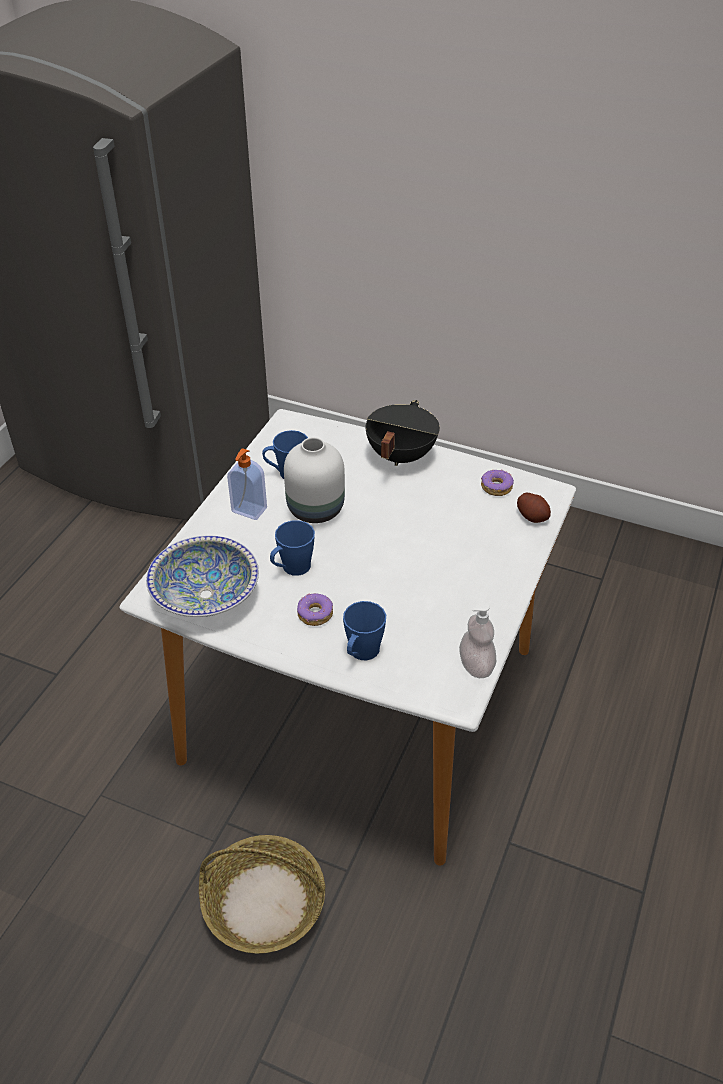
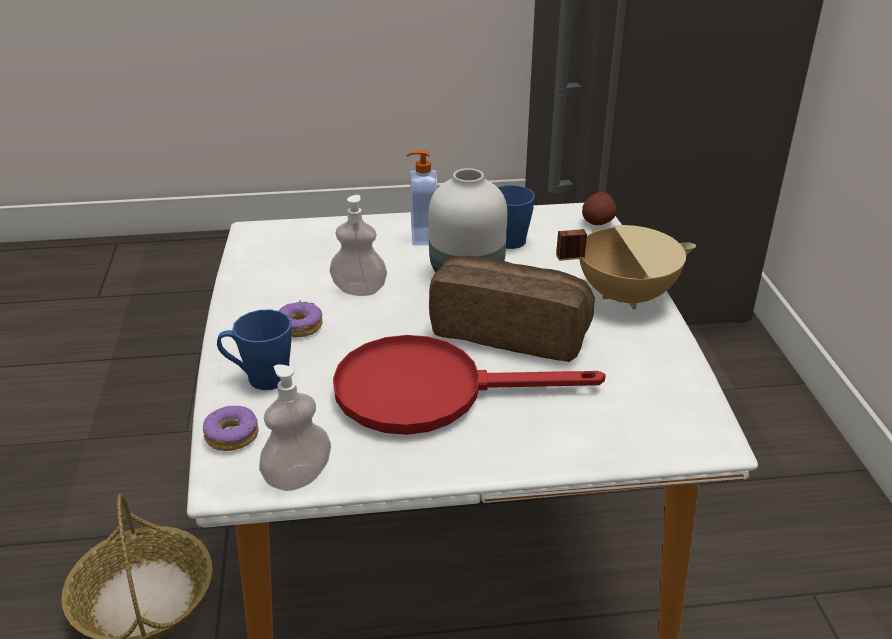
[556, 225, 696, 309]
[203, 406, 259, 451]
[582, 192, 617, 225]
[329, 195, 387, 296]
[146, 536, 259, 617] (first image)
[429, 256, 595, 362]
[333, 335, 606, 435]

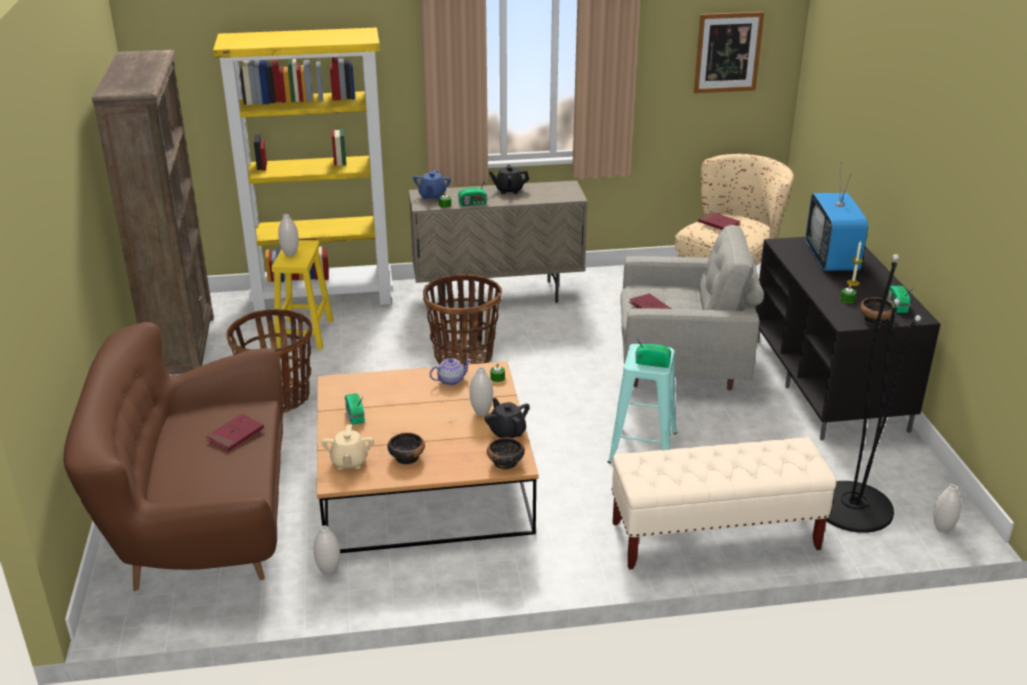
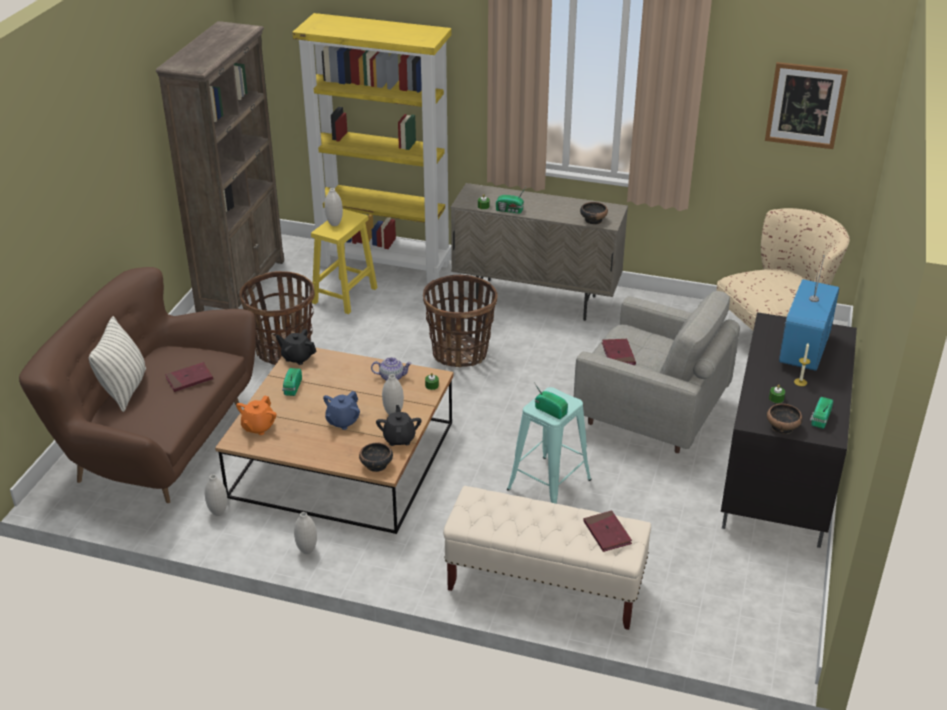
[276, 329, 316, 365]
[323, 391, 360, 430]
[583, 510, 632, 552]
[826, 254, 921, 533] (first image)
[236, 396, 277, 435]
[580, 202, 608, 224]
[294, 512, 317, 554]
[88, 316, 146, 412]

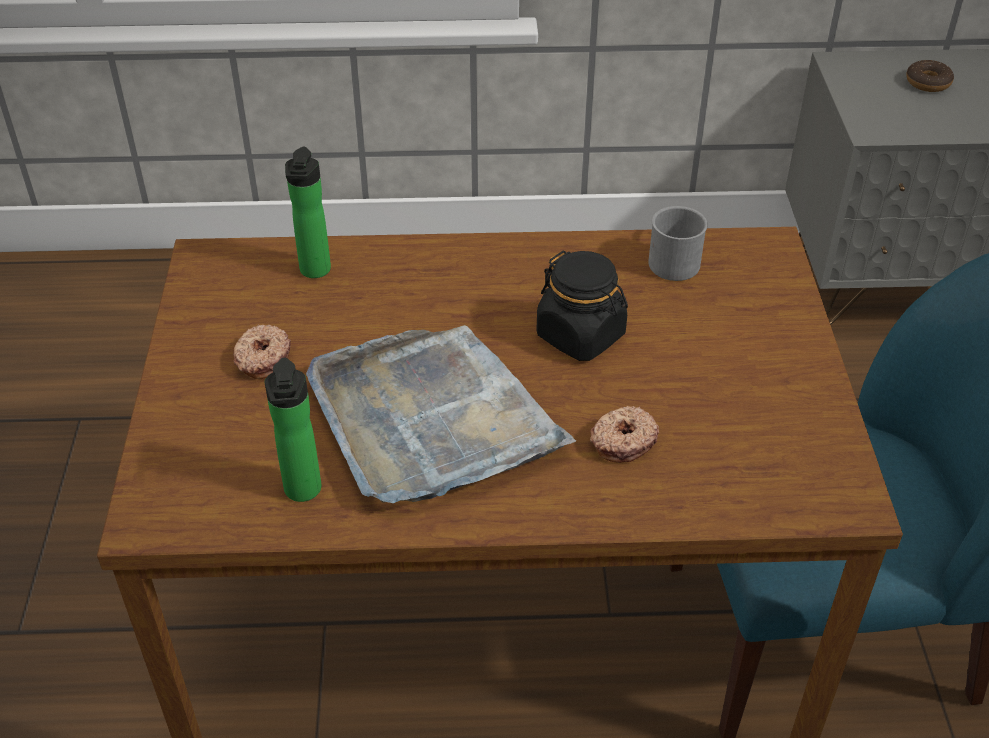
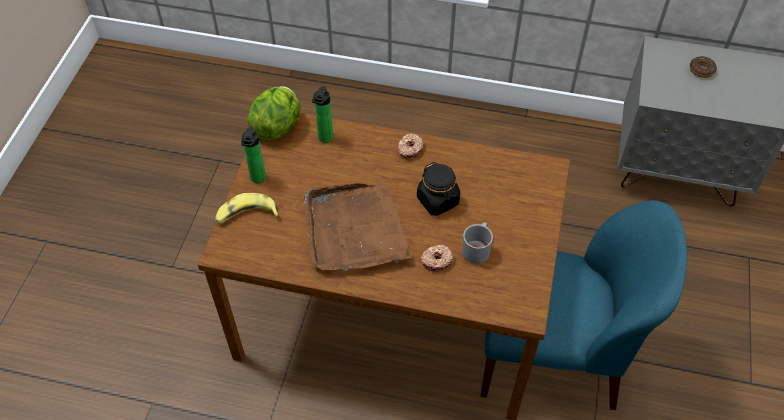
[462, 222, 493, 264]
[397, 133, 424, 159]
[304, 183, 413, 271]
[241, 126, 266, 183]
[247, 86, 300, 140]
[215, 193, 279, 225]

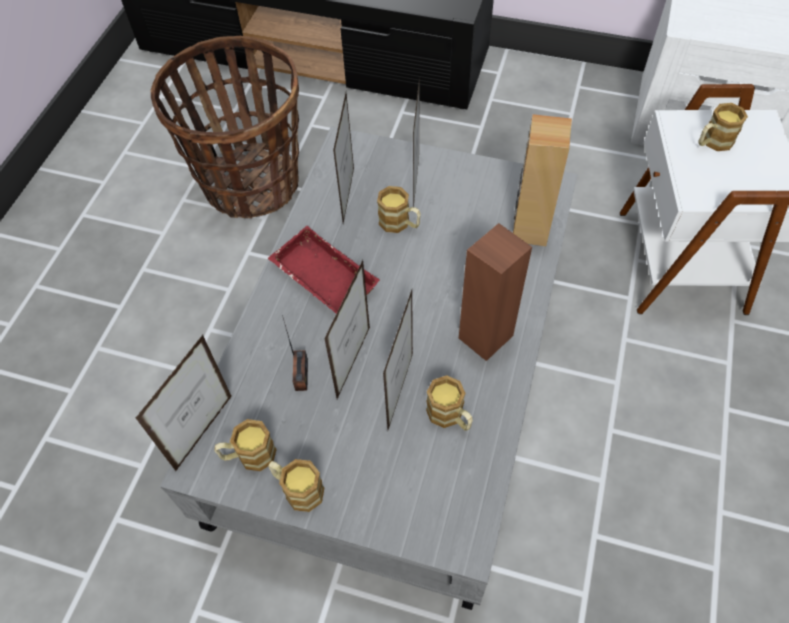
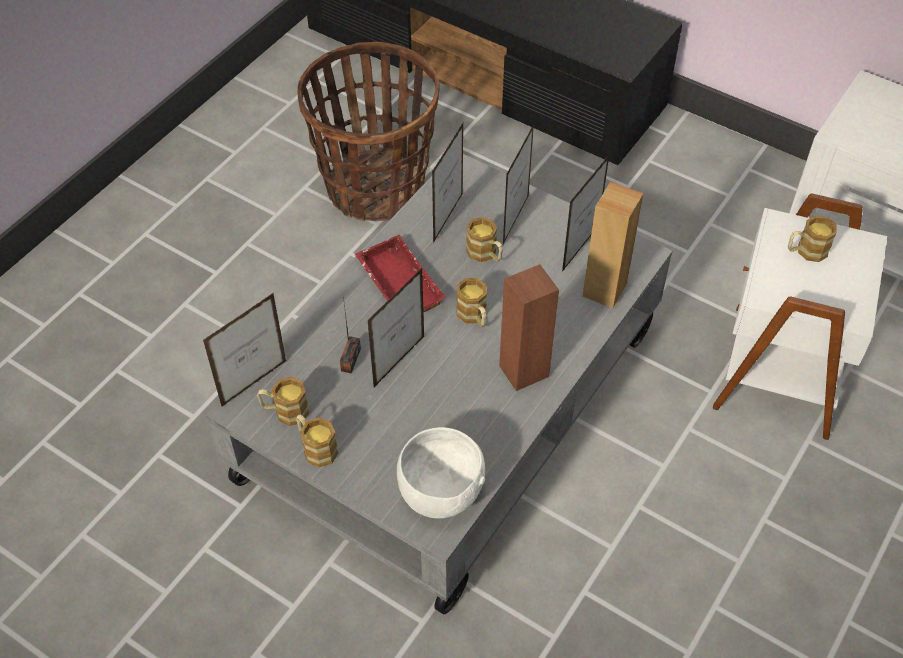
[562, 154, 610, 272]
[456, 278, 487, 327]
[397, 427, 485, 519]

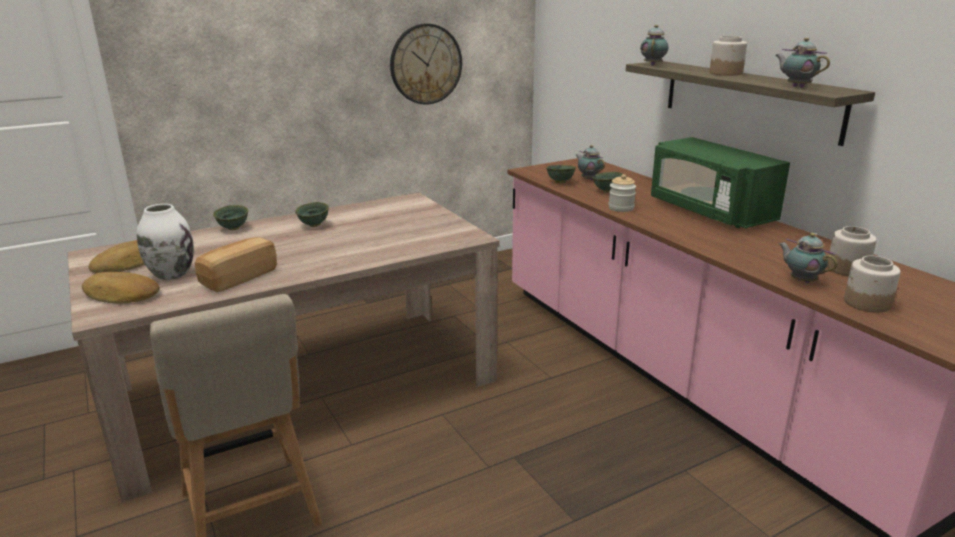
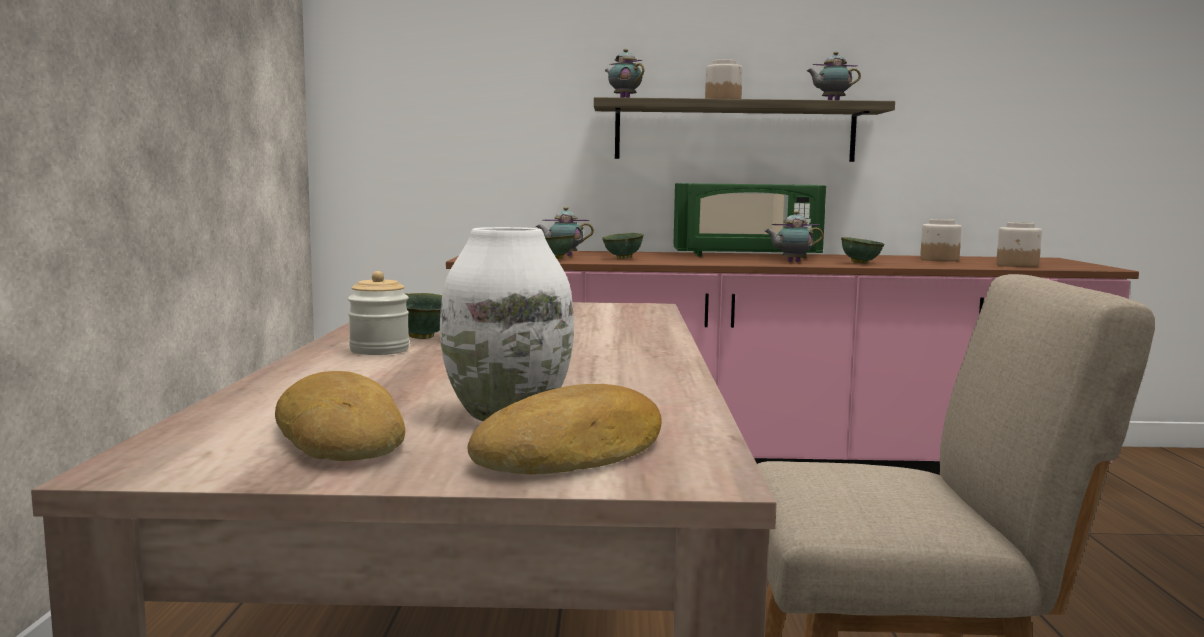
[390, 23, 462, 105] (first image)
[348, 271, 409, 355]
[841, 237, 885, 264]
[764, 211, 823, 262]
[195, 237, 277, 292] (first image)

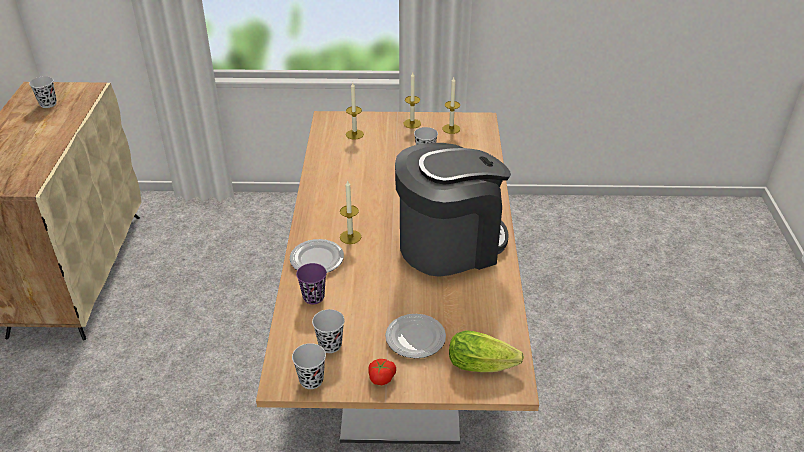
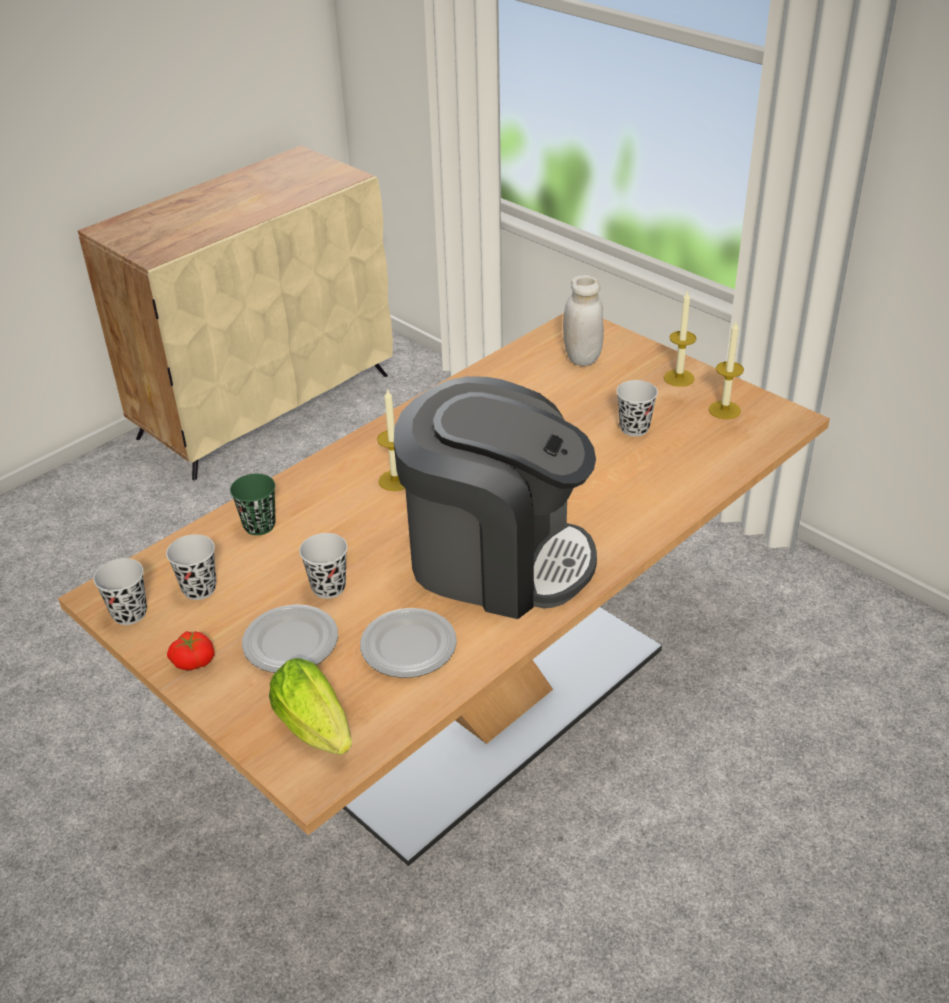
[299, 533, 347, 599]
[563, 275, 604, 366]
[360, 608, 457, 678]
[230, 474, 276, 535]

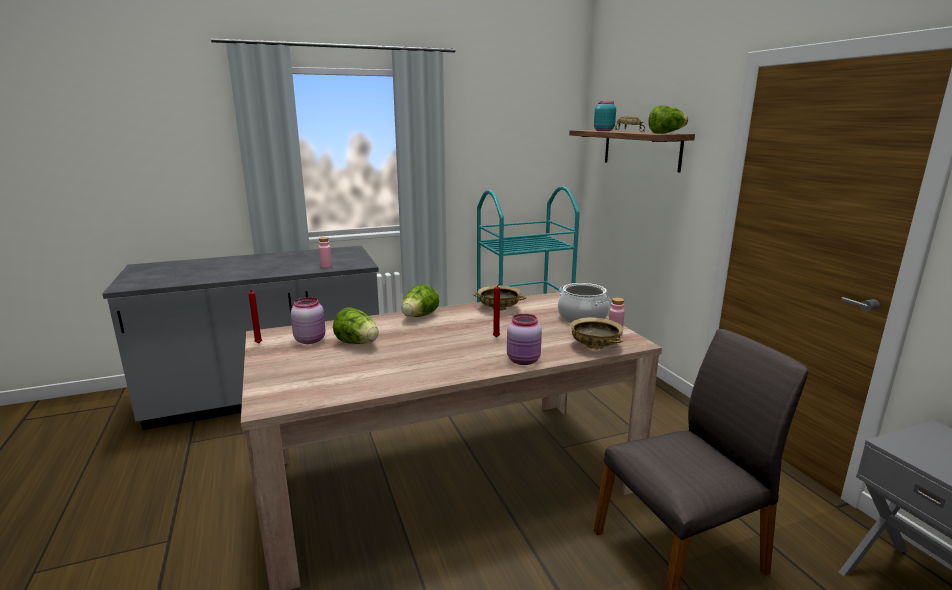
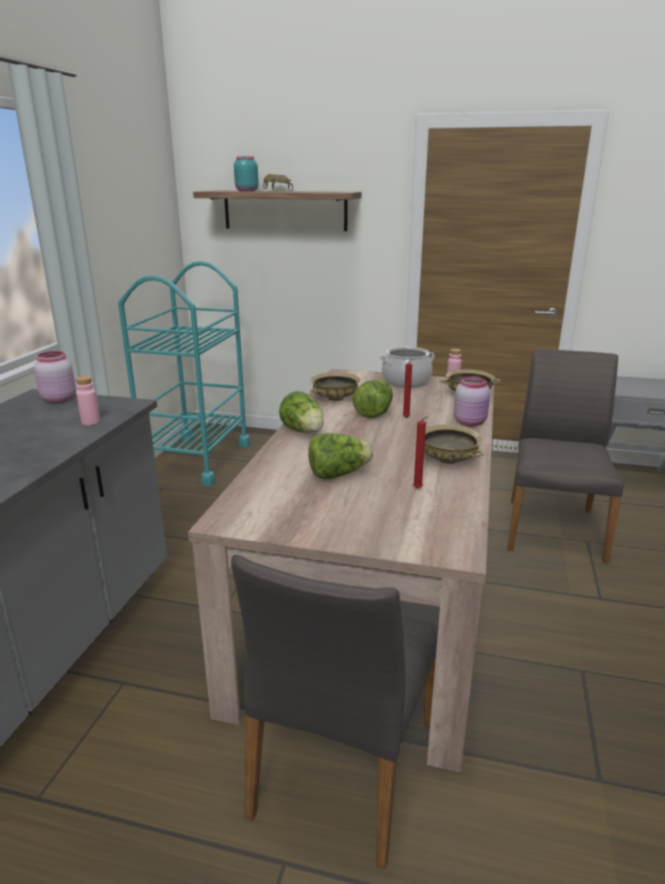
[352, 379, 393, 418]
[413, 417, 428, 489]
[34, 351, 76, 403]
[424, 424, 484, 464]
[231, 554, 438, 869]

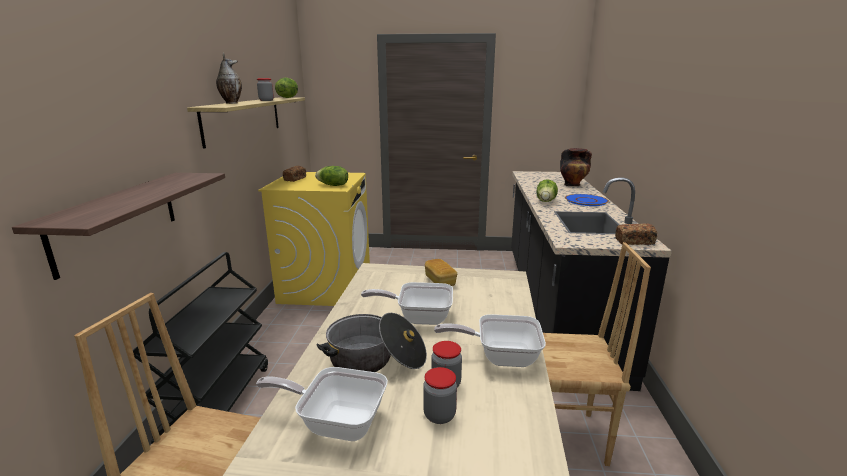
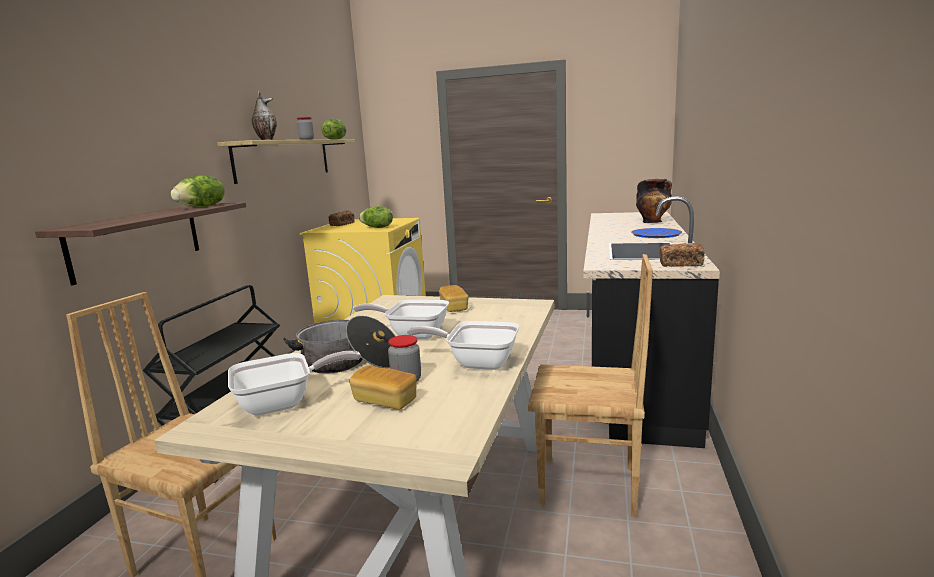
[171, 175, 225, 207]
[228, 351, 361, 415]
[349, 365, 417, 410]

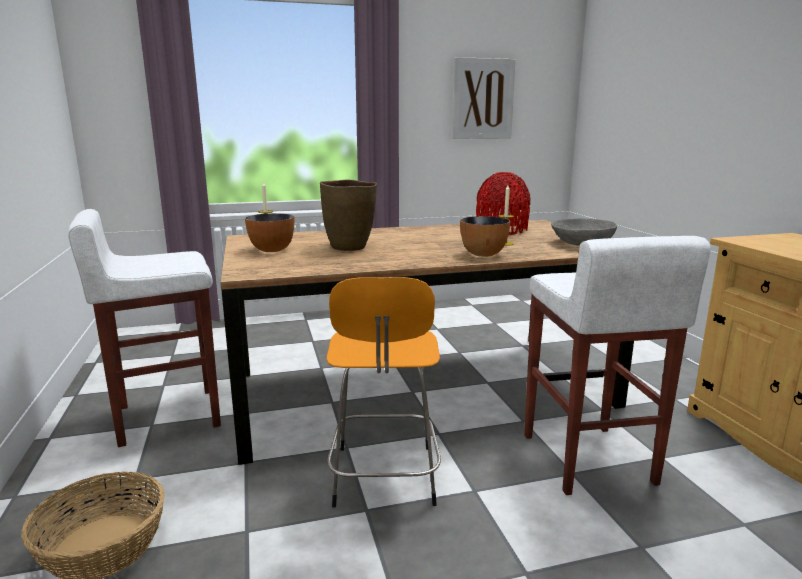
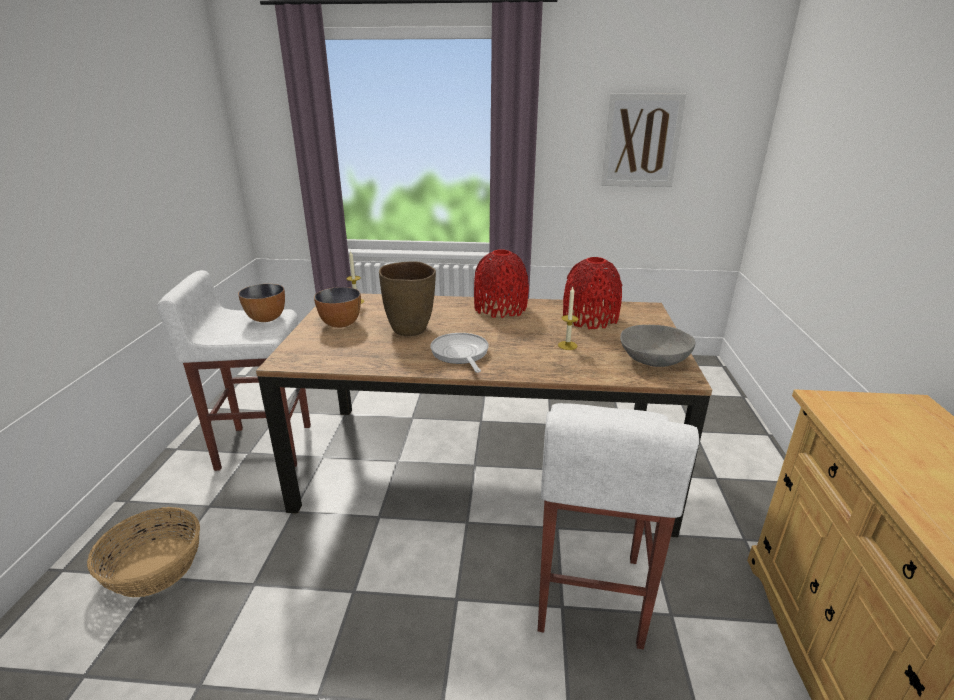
[238, 284, 285, 322]
[326, 277, 441, 508] (first image)
[474, 249, 529, 318]
[430, 333, 489, 373]

